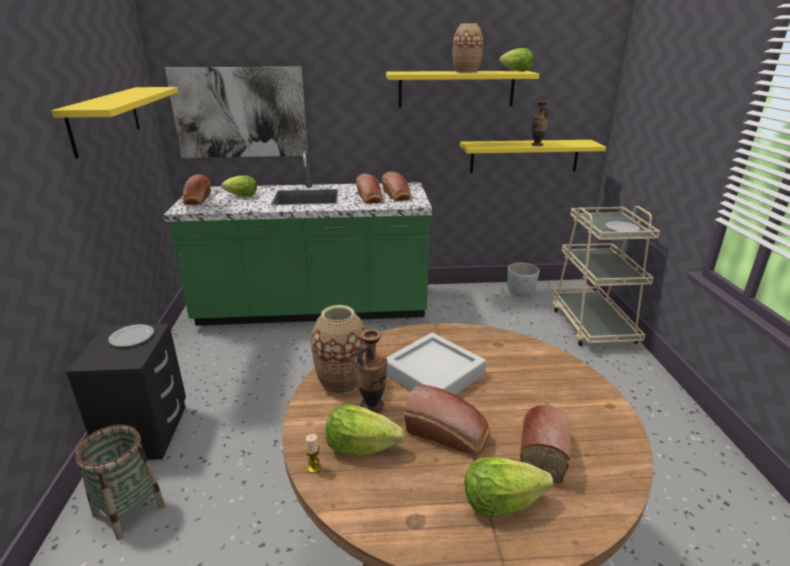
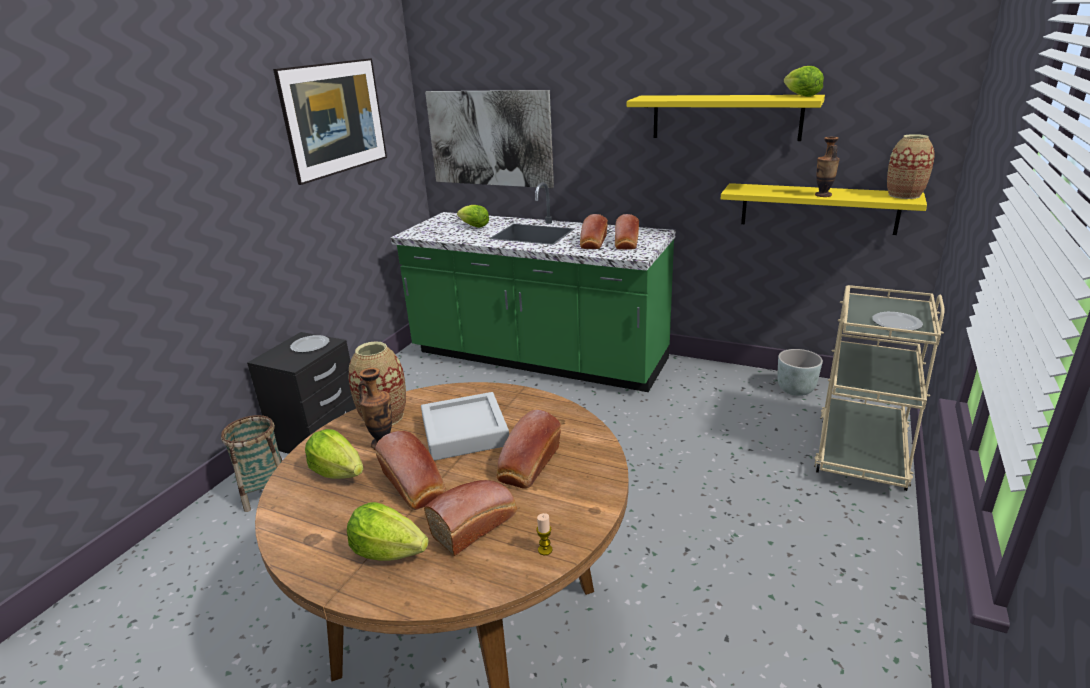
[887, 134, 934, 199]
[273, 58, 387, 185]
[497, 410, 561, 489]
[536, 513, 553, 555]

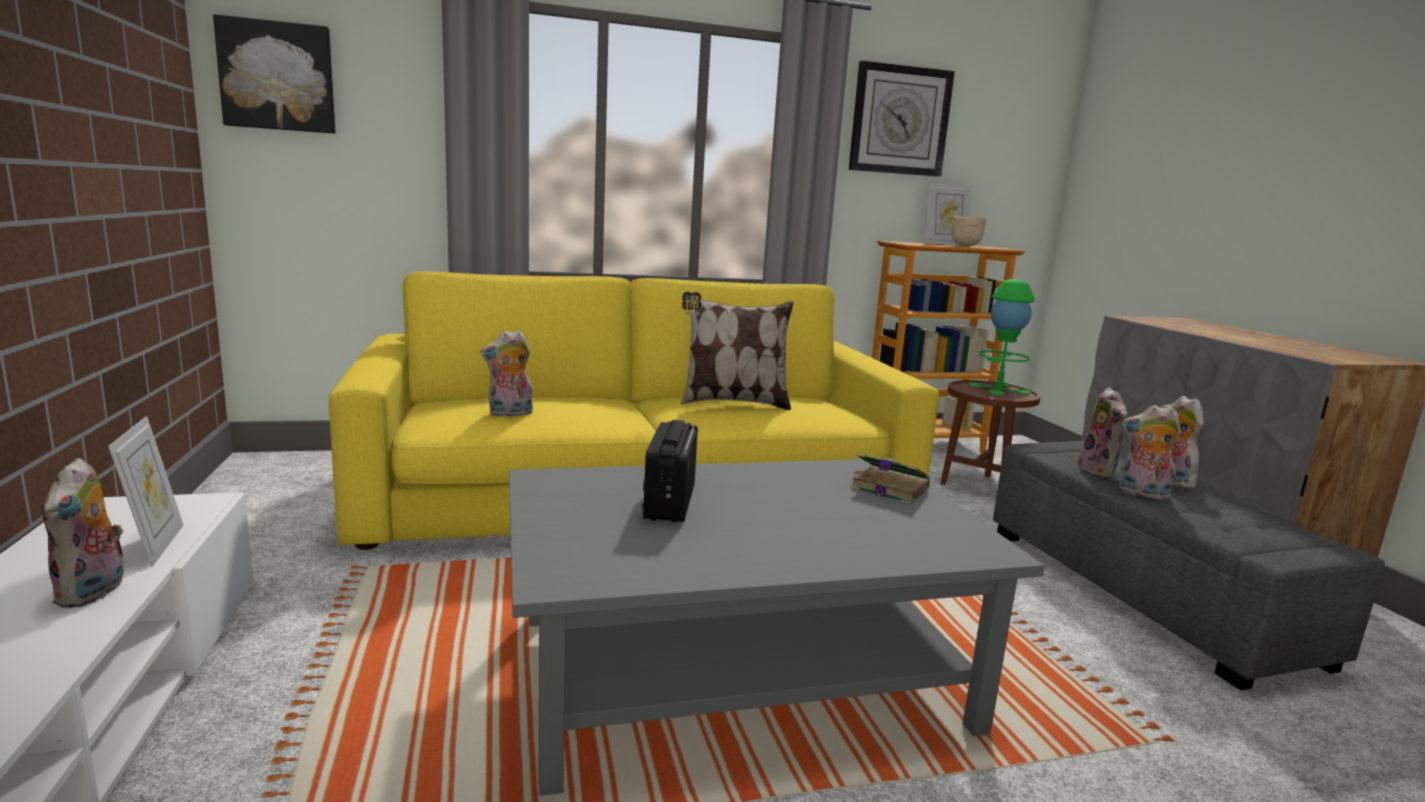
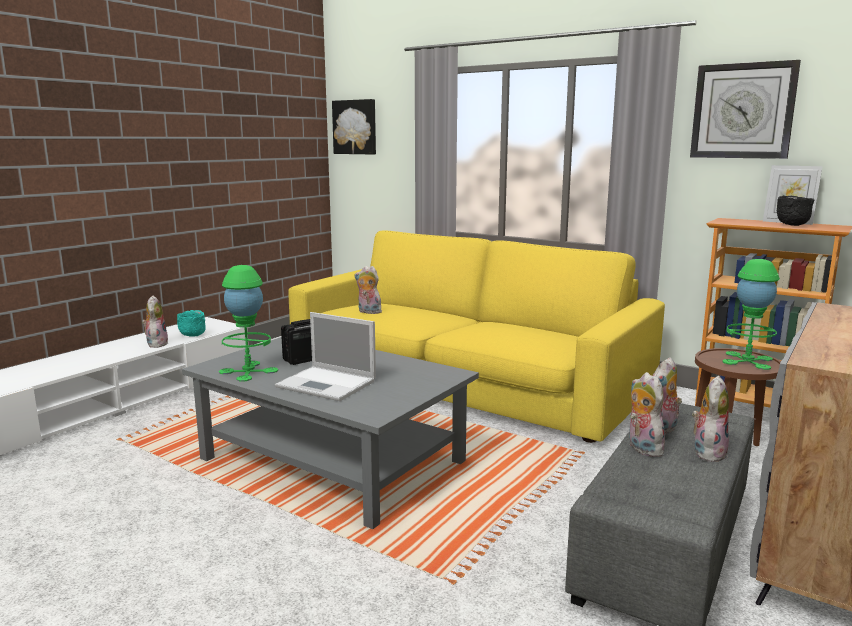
[777, 196, 815, 226]
[681, 291, 793, 410] (first image)
[177, 310, 206, 337]
[850, 453, 930, 504] (first image)
[142, 295, 168, 348]
[219, 265, 278, 382]
[275, 312, 376, 401]

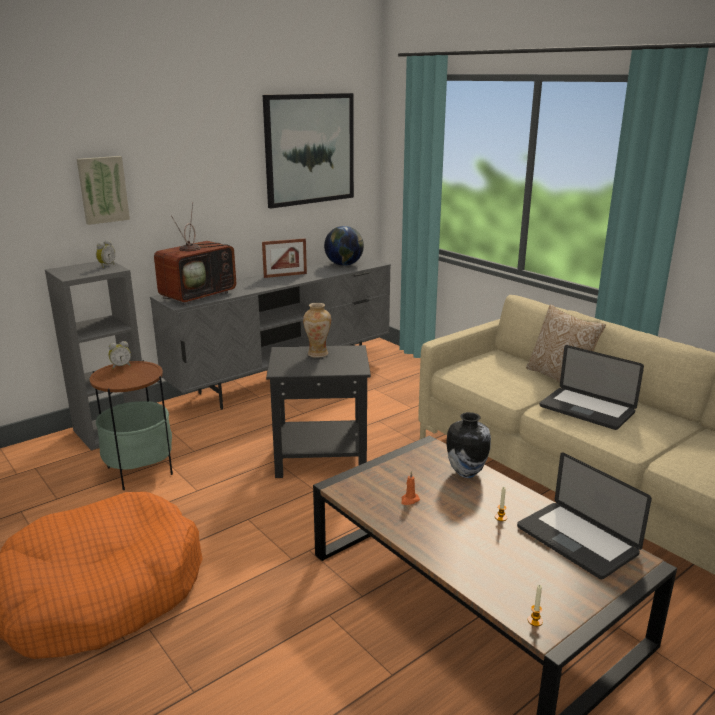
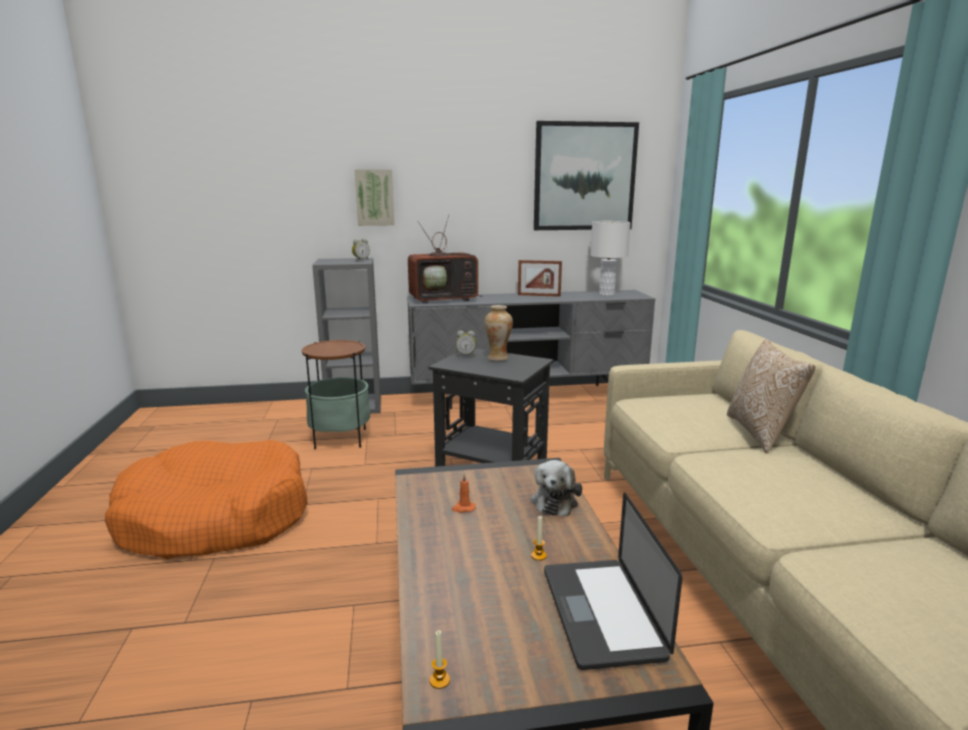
[590, 221, 631, 296]
[456, 331, 476, 356]
[539, 345, 644, 430] (first image)
[531, 460, 582, 516]

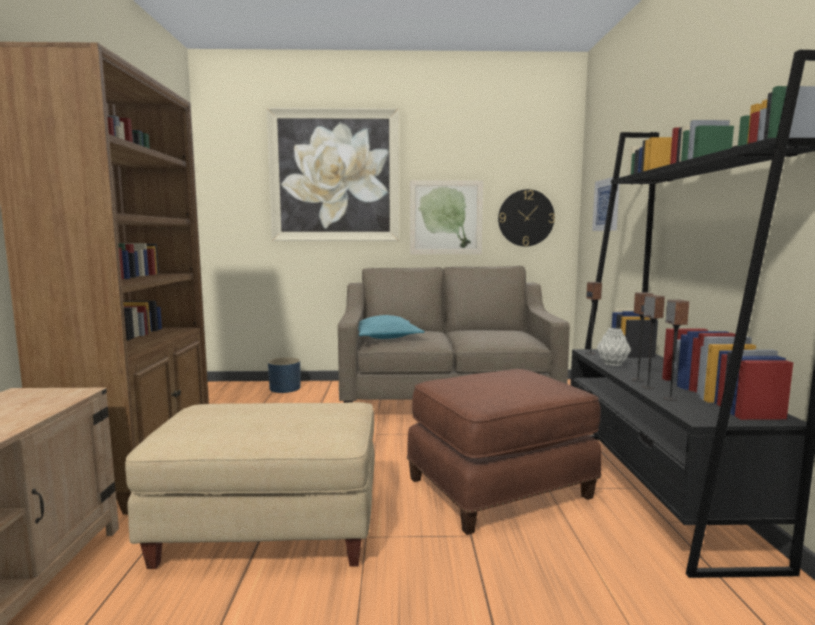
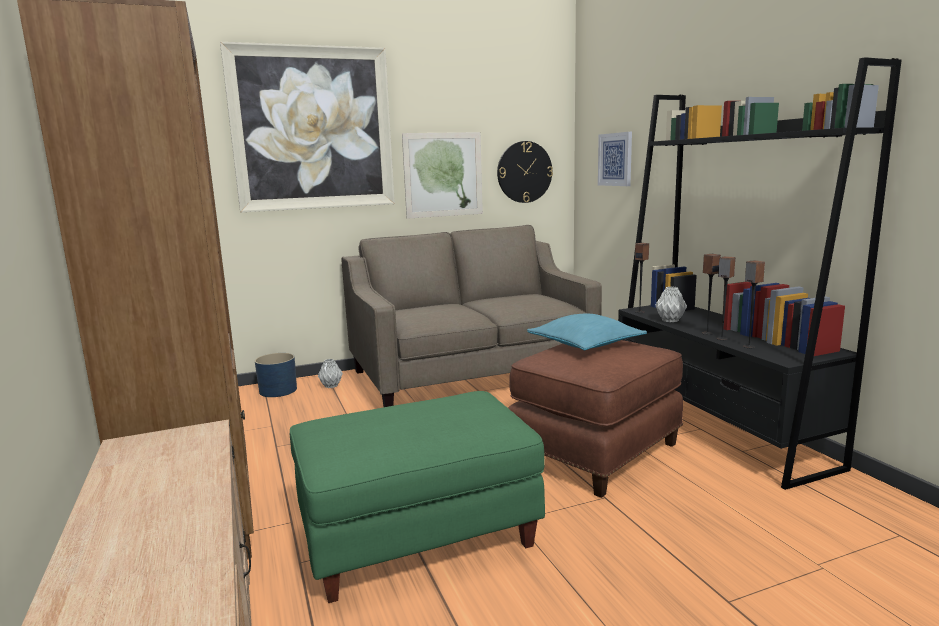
[527, 314, 647, 350]
[290, 391, 545, 603]
[318, 359, 343, 388]

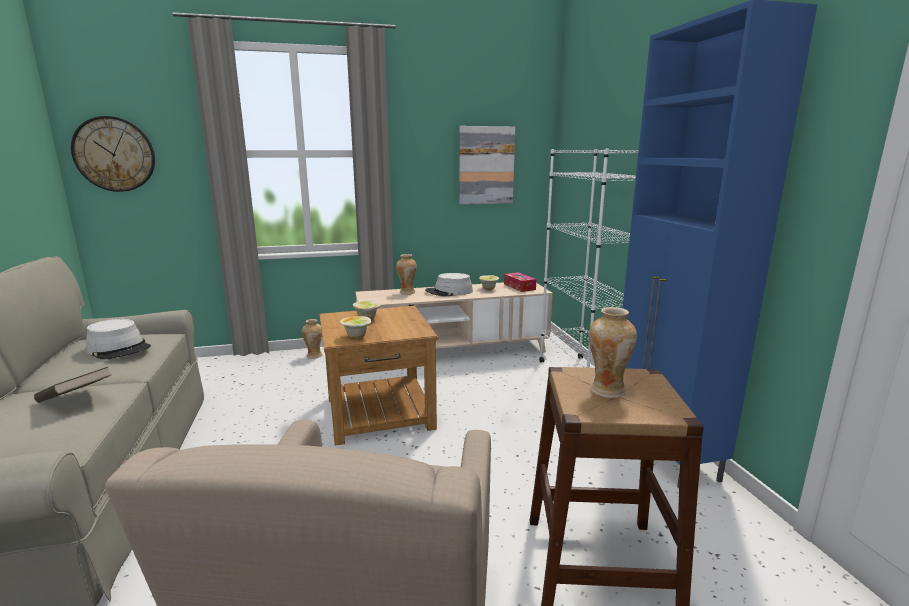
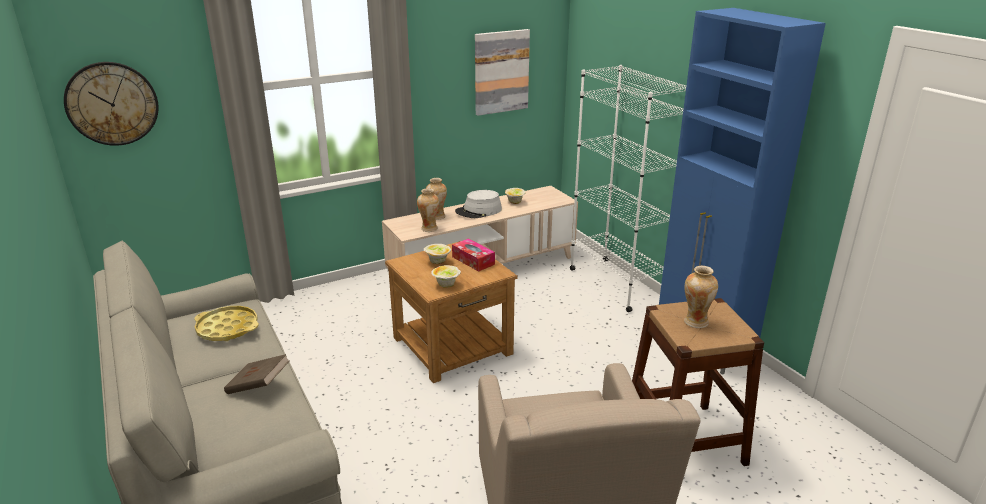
[452, 239, 495, 271]
[194, 306, 259, 341]
[417, 188, 439, 232]

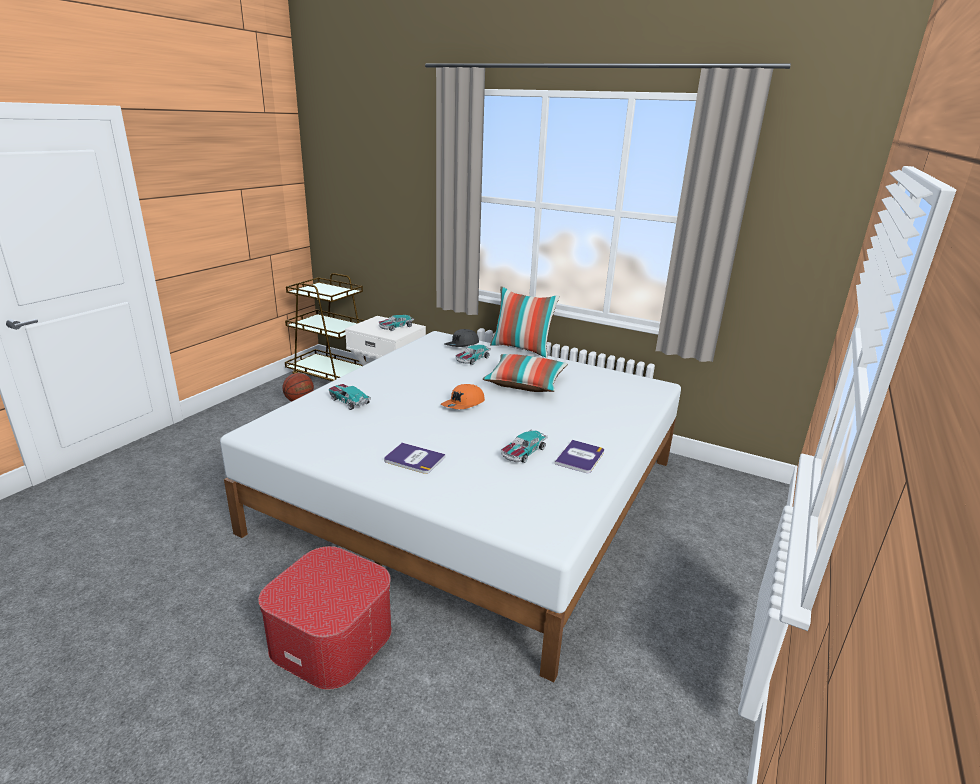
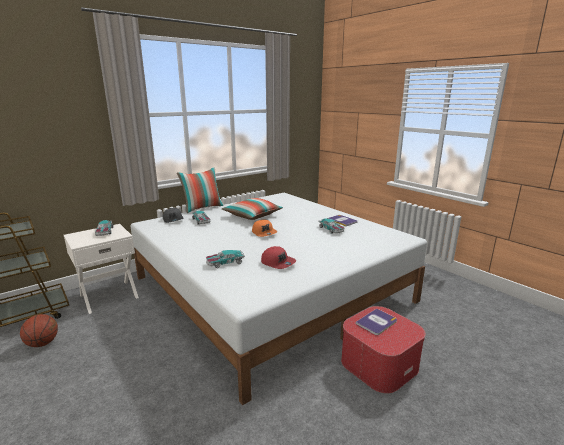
[355, 308, 397, 335]
[261, 246, 296, 269]

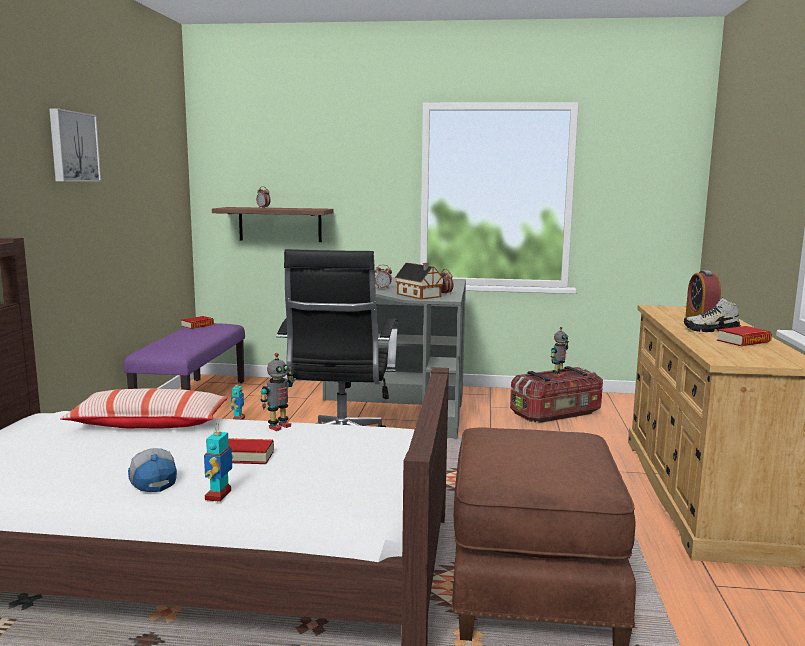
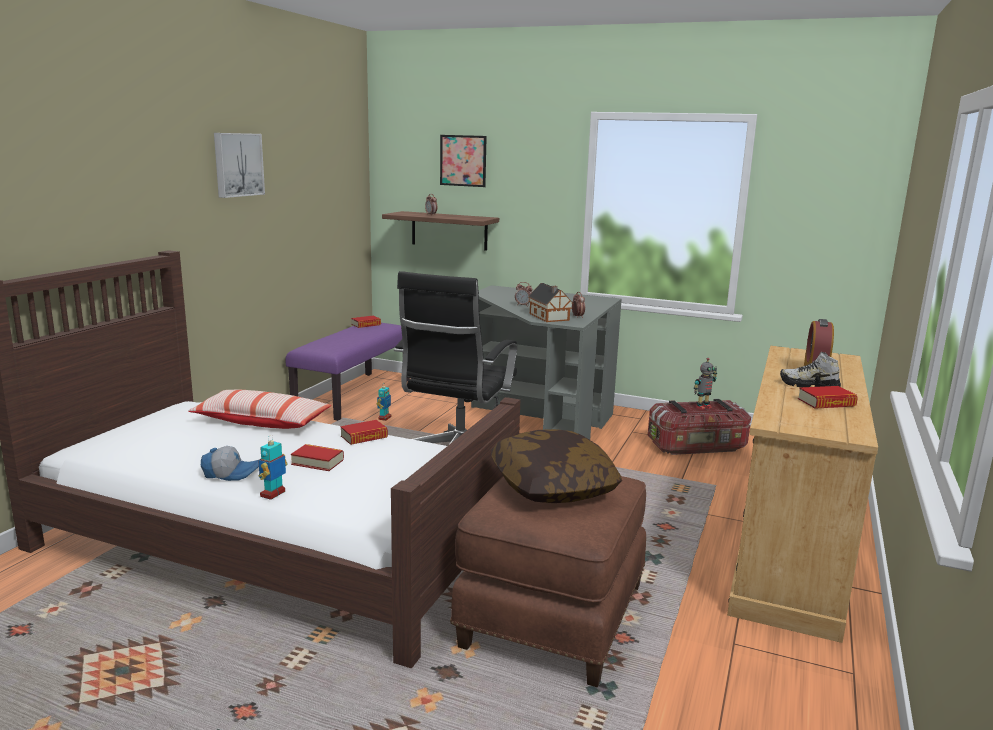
[340, 420, 388, 445]
[201, 446, 259, 481]
[440, 135, 487, 187]
[491, 429, 622, 503]

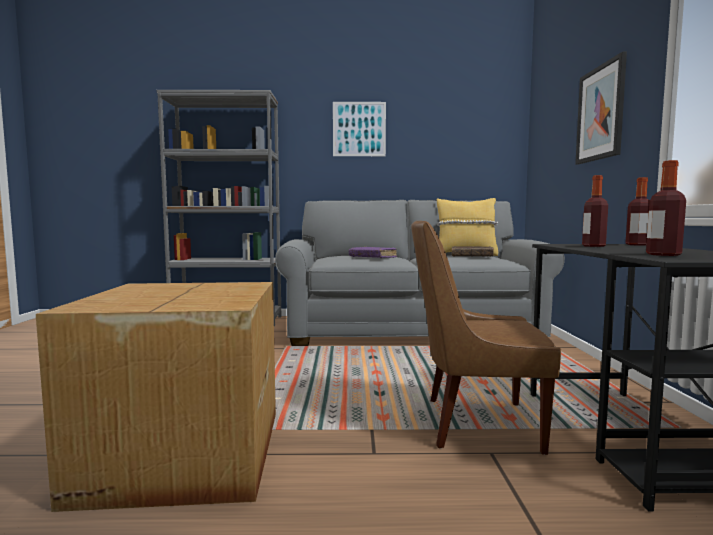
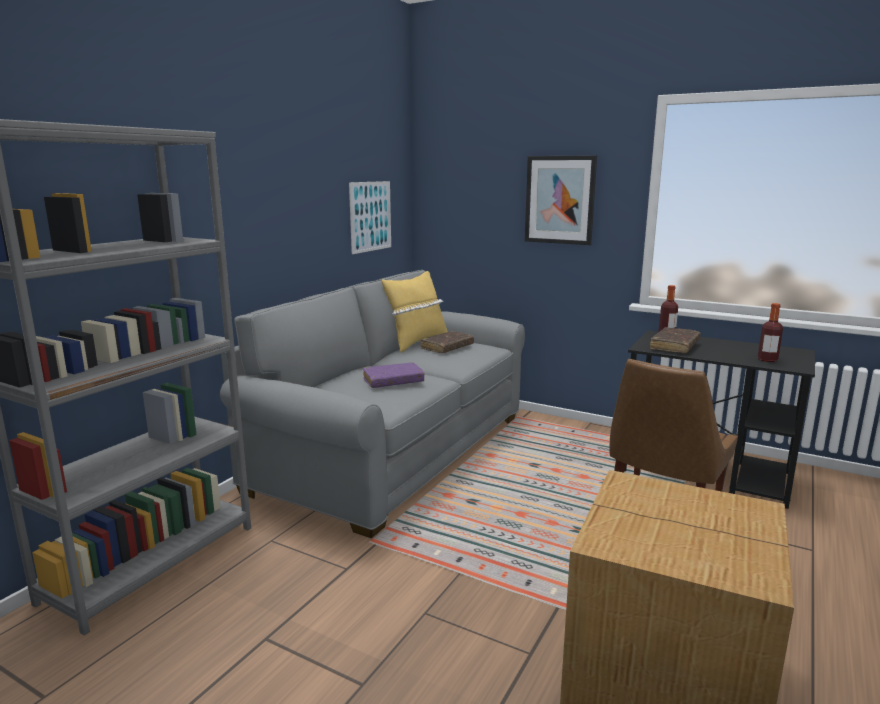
[349, 181, 391, 254]
[650, 327, 701, 353]

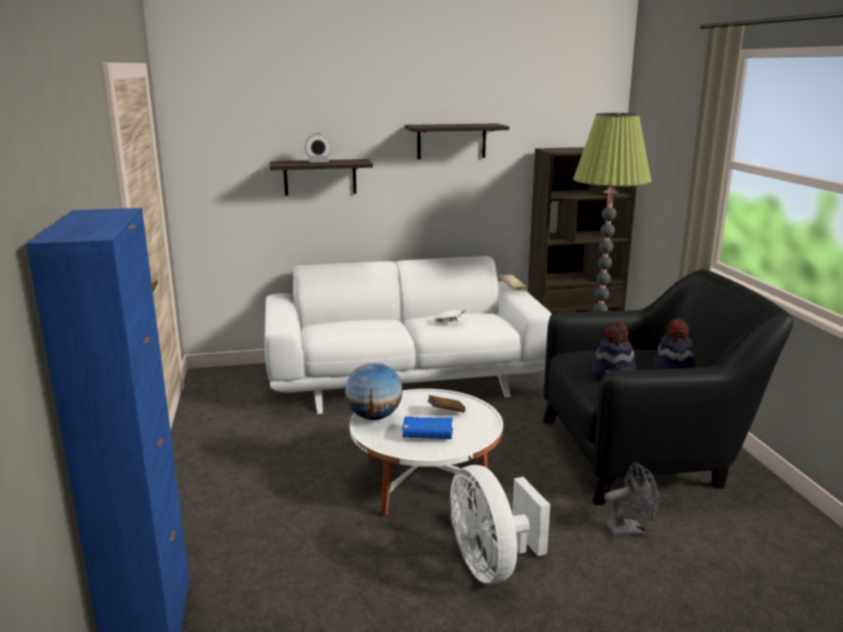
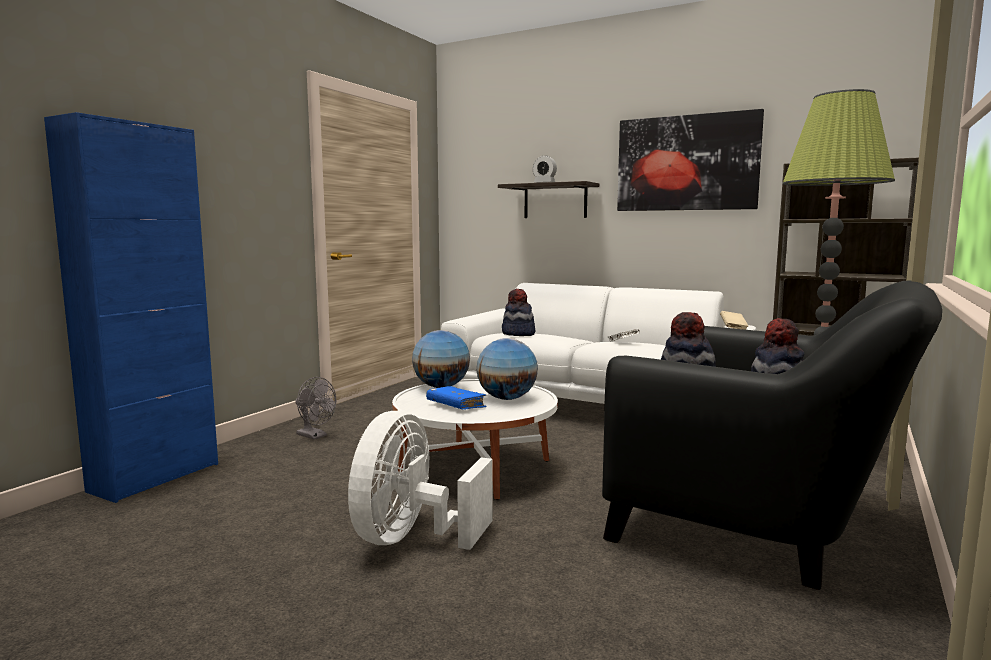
[617, 109, 764, 211]
[476, 338, 538, 400]
[295, 377, 336, 440]
[502, 289, 535, 336]

